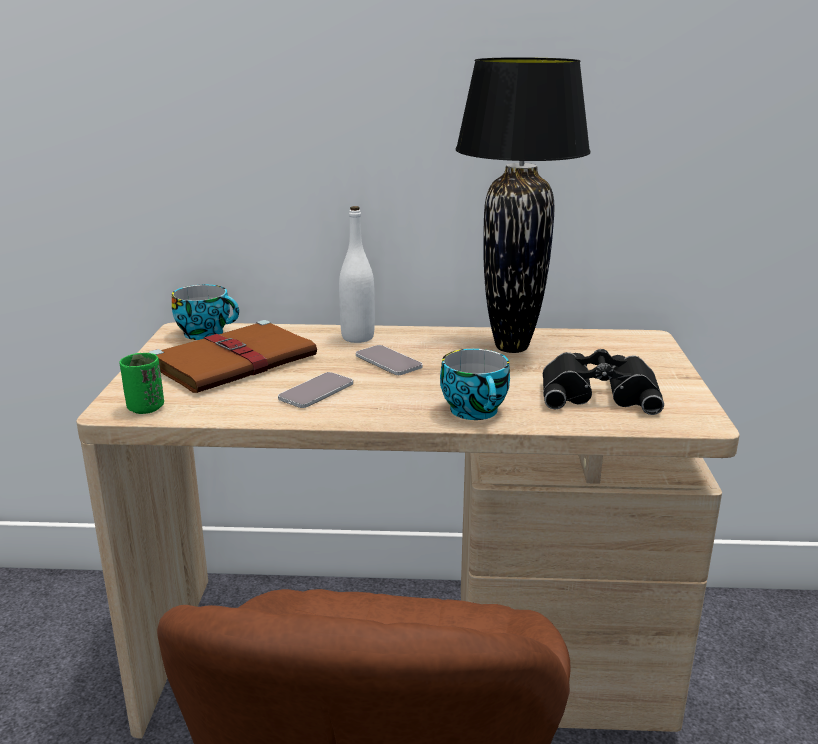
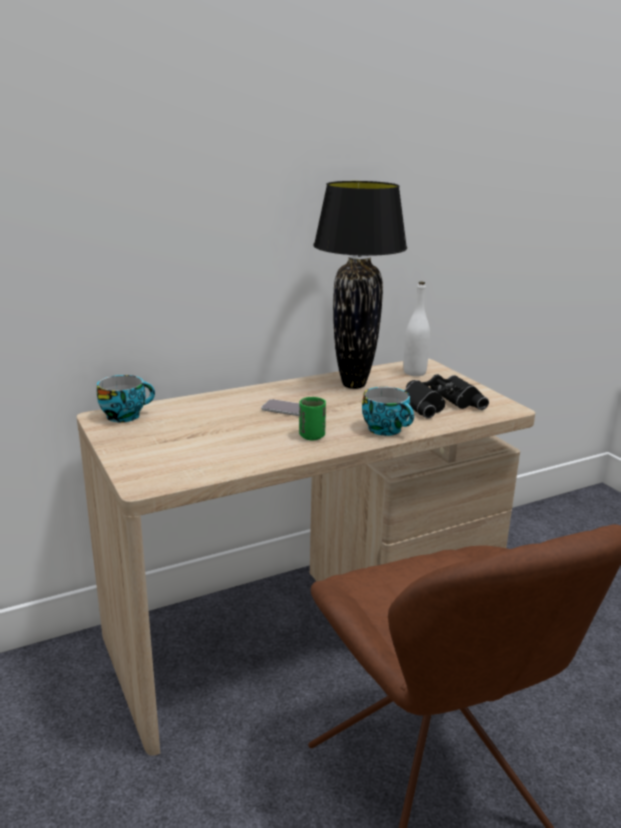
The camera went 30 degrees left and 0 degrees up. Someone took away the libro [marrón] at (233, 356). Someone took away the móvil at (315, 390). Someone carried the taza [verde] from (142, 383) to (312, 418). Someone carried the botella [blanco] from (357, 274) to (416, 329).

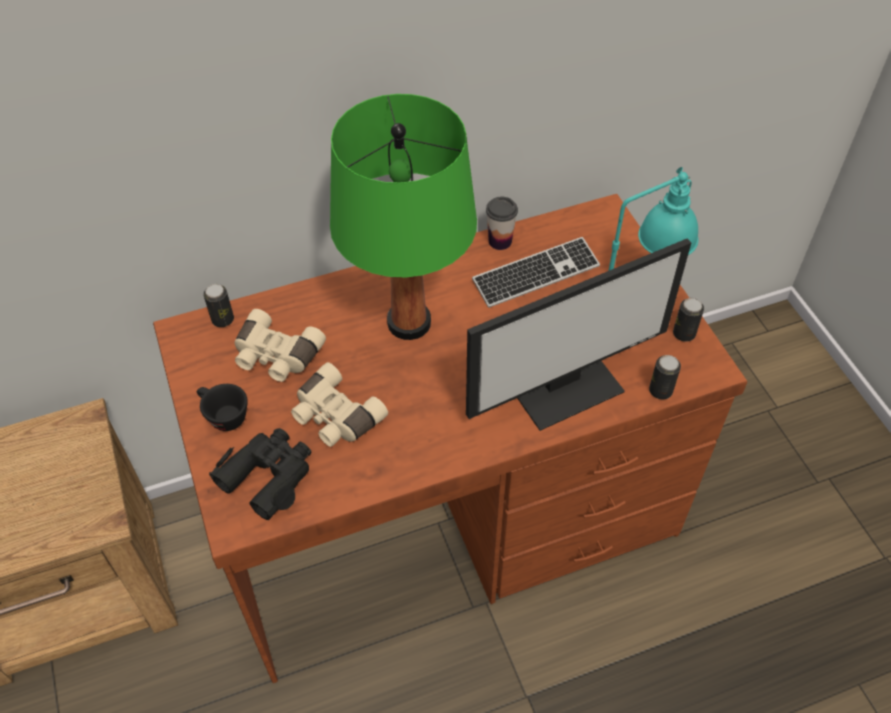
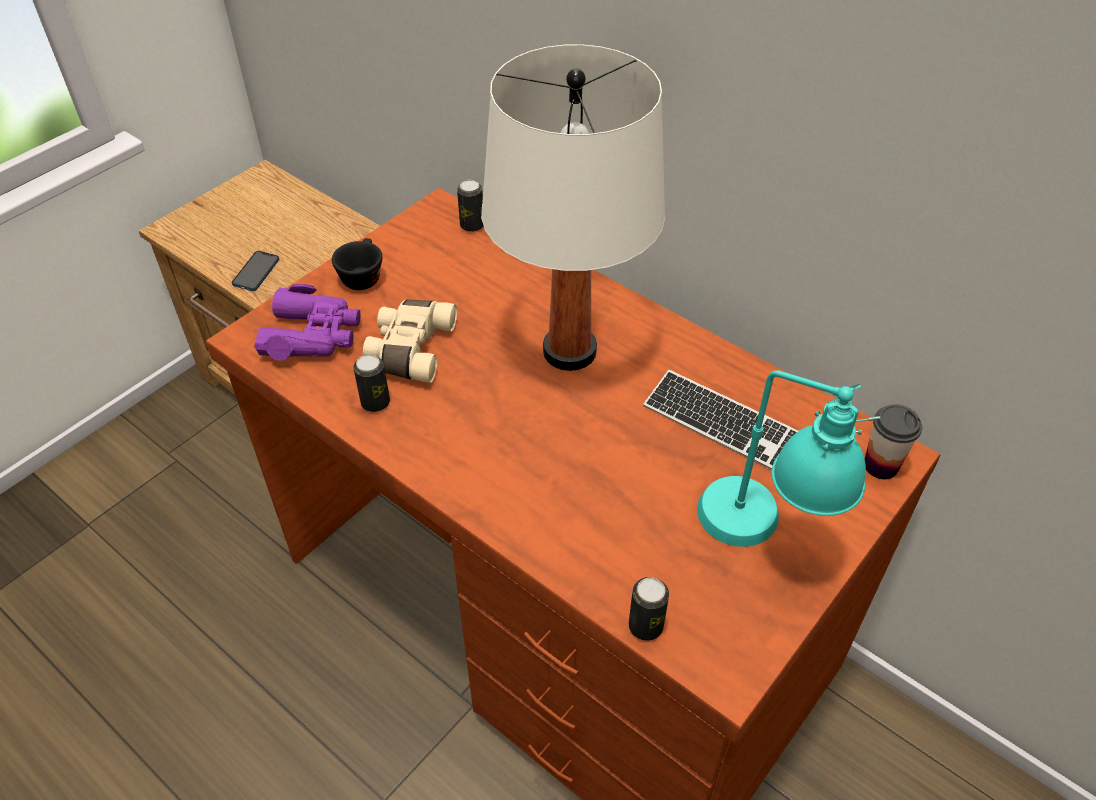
The camera went 60 degrees right and 5 degrees down. Someone took away the prismáticos [beis] at (280, 345). Someone took away the monitor at (578, 335). Someone put down the móvil at (255, 271). Someone carried the taza from (502, 223) to (893, 441). Someone carried the lata from (688, 320) to (371, 383). Someone repainted the prismáticos [negro] at (260, 474), which became the prismáticos [morado] at (307, 322). Someone repainted the lámpara de mesa [verde] at (403, 217), which became the lámpara de mesa [blanco] at (573, 207).

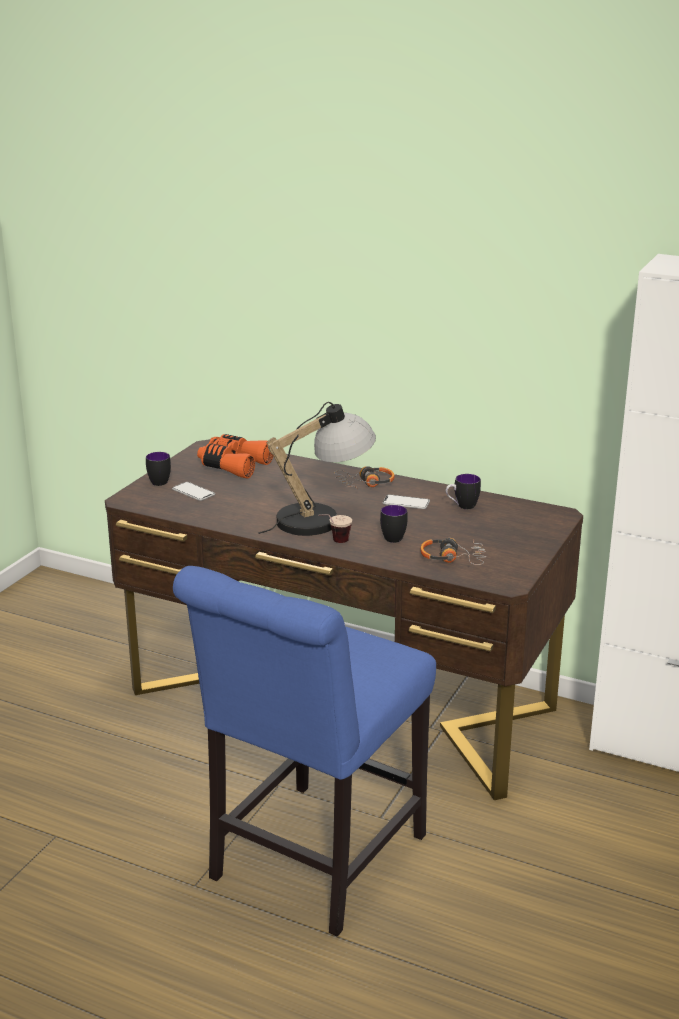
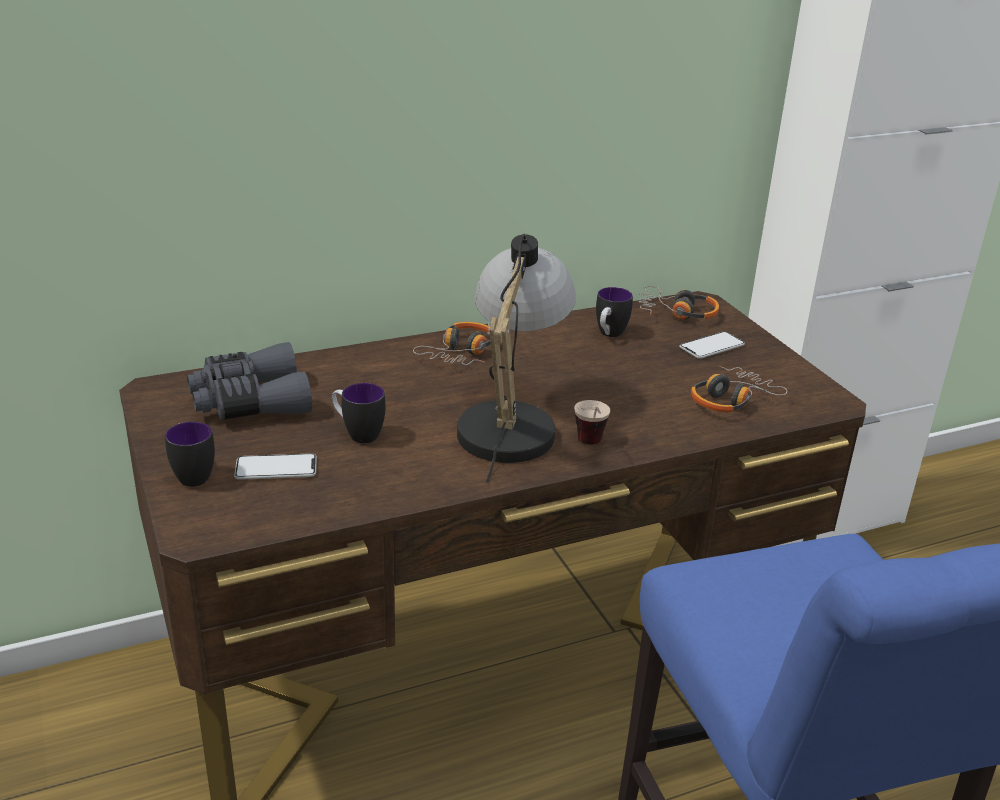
The camera went 50 degrees left and 5 degrees up. Someone put down the auriculares at (679, 303). Someone carried the taza grande from (394, 524) to (359, 413). Someone carried the móvil from (406, 501) to (712, 345). Someone repainted the prismáticos [naranja] at (235, 456), which became the prismáticos [gris] at (249, 381).

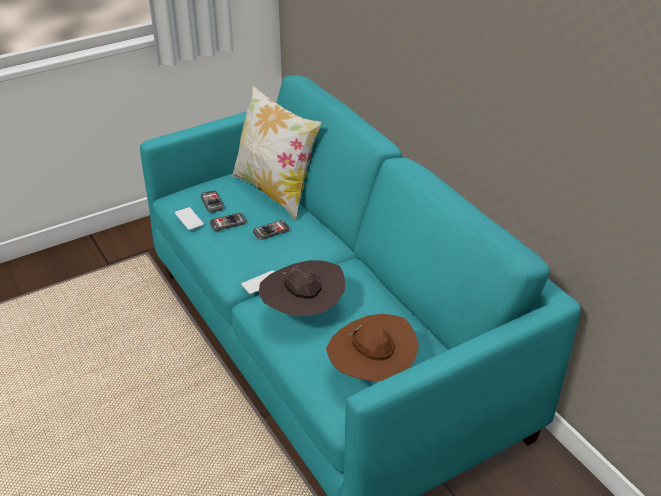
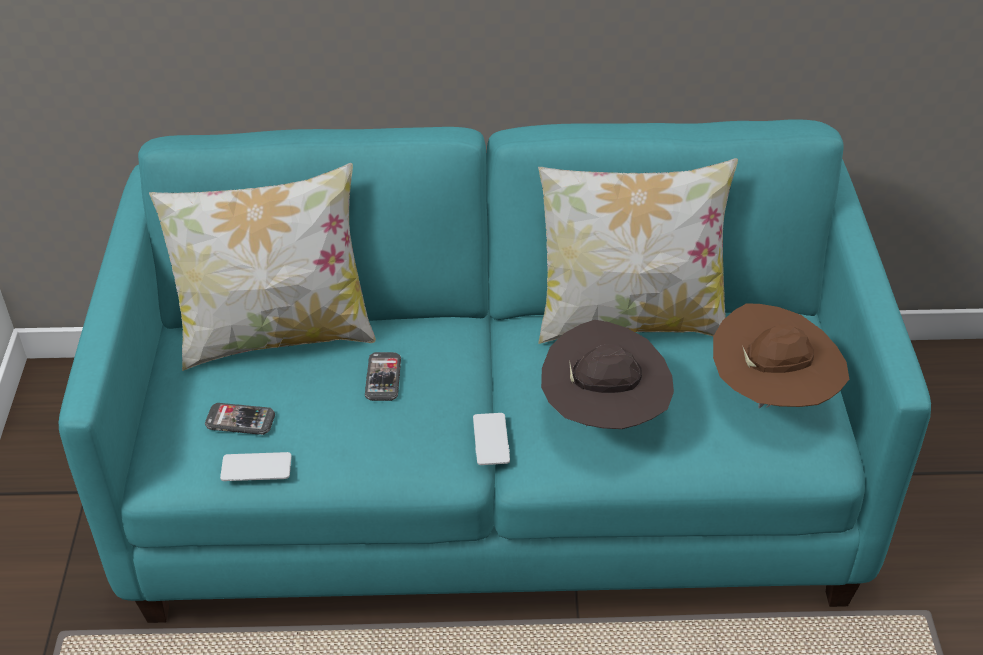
The camera went 60 degrees left and 5 degrees up. Someone took away the móvil at (228, 222). Someone put down the cojín at (638, 251).

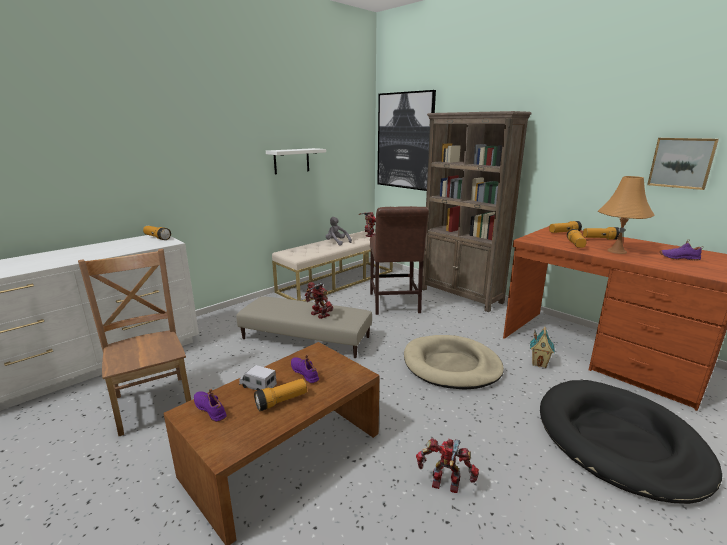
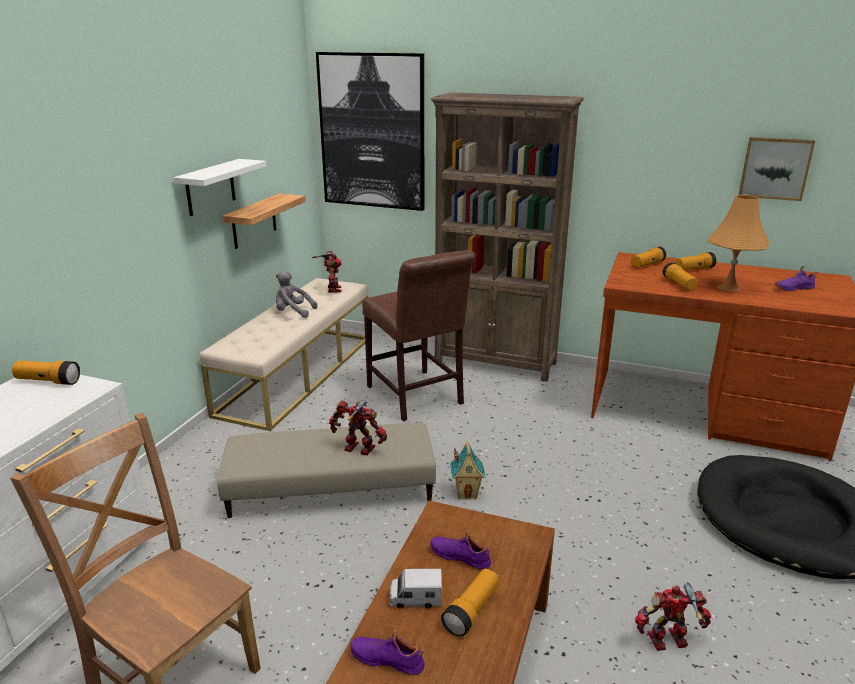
The camera went 25 degrees left and 5 degrees up. Someone took away the cama para perro [beis] at (454, 362). Someone put up the estante at (264, 221). Someone carried the casita from (542, 347) to (468, 470).

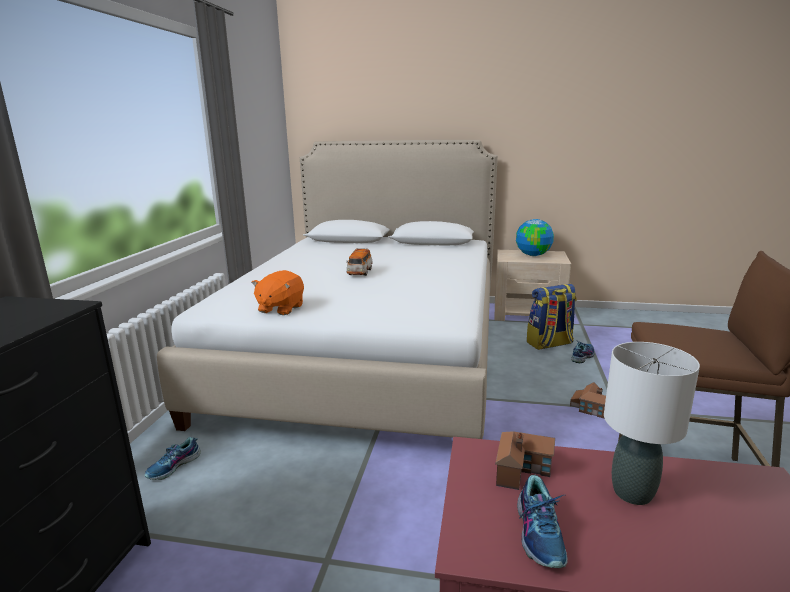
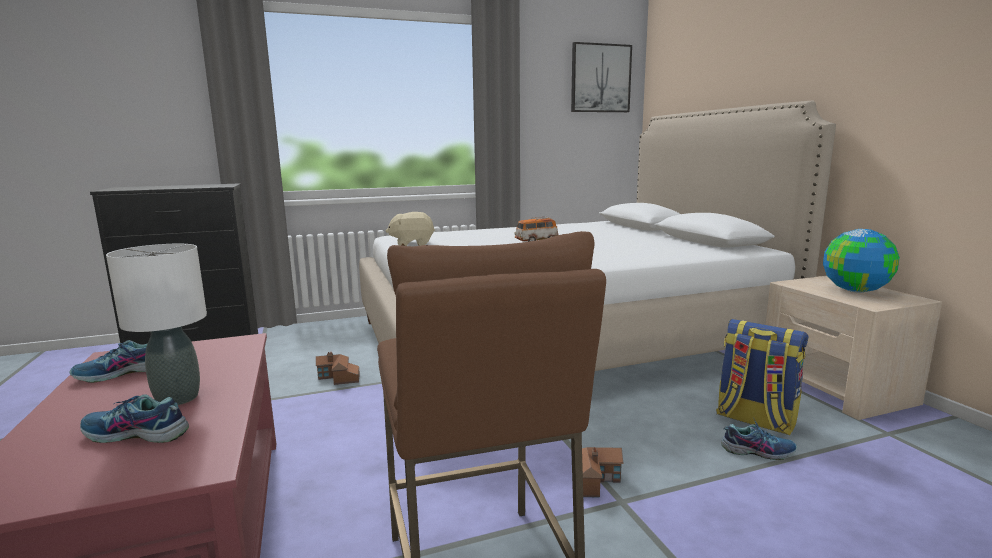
The camera went 60 degrees right and 5 degrees down. Someone put up the cuadro at (601, 77). Someone carried the zapato from (173, 458) to (134, 418). Someone carried the casita from (525, 460) to (338, 368). Someone repainted the peluche [naranja] at (277, 292), which became the peluche [beis] at (410, 229).

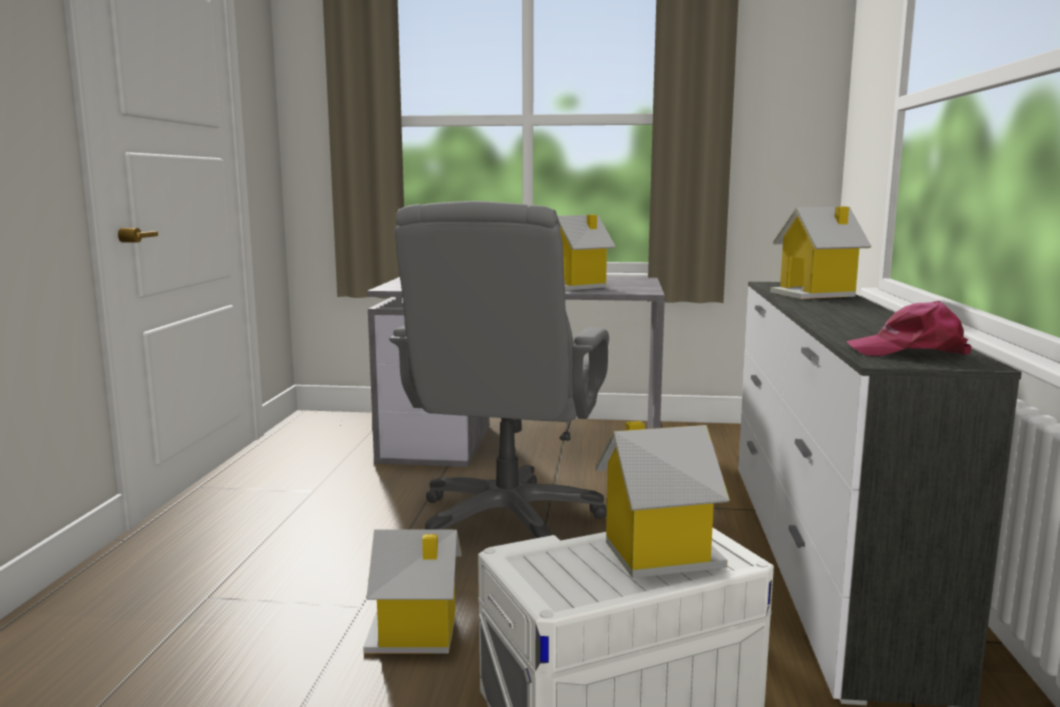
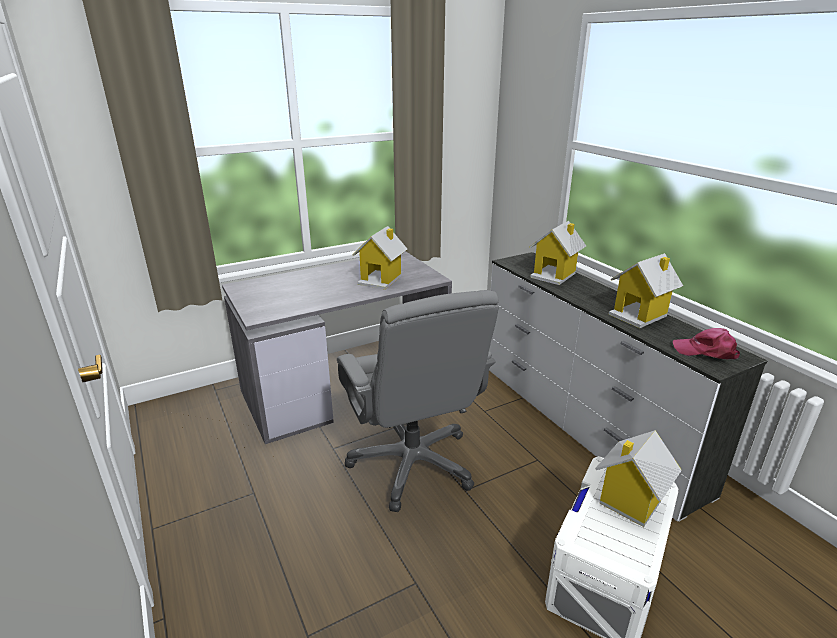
The camera went 35 degrees left and 15 degrees up. Someone carried the casita from (412, 592) to (645, 290). Someone rotated the gorra [rosa] at (908, 329) by 45 degrees clockwise.

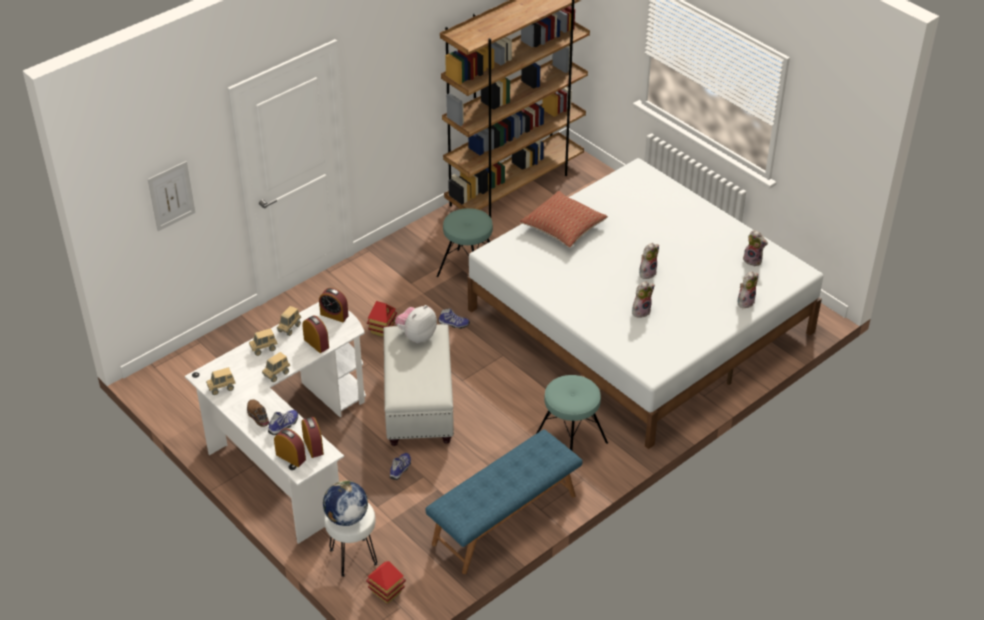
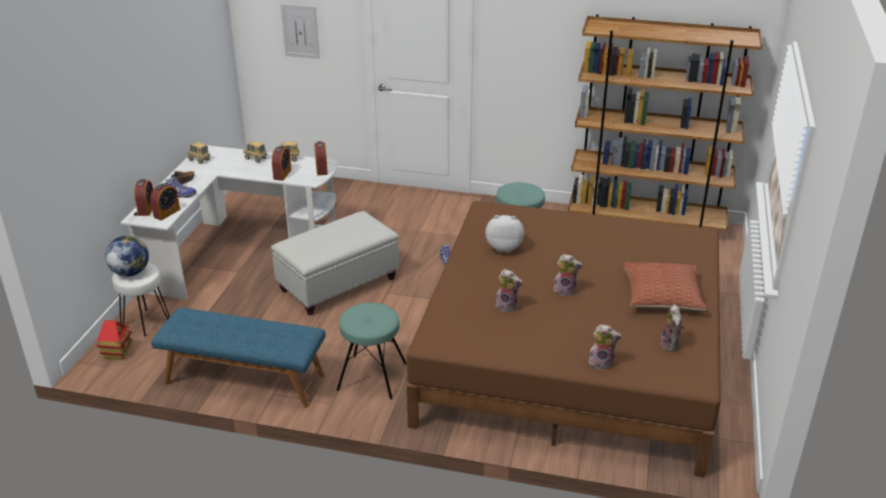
The camera went 55 degrees right and 10 degrees down. Someone took away the camión de juguete at (276, 367). Someone took away the casita at (382, 319). Someone took away the zapato at (400, 466). Someone carried the peluche from (416, 324) to (504, 234). Someone carried the cojín from (564, 219) to (665, 286). Someone repainted the cama [blanco] at (645, 303), which became the cama [marrón] at (564, 339).

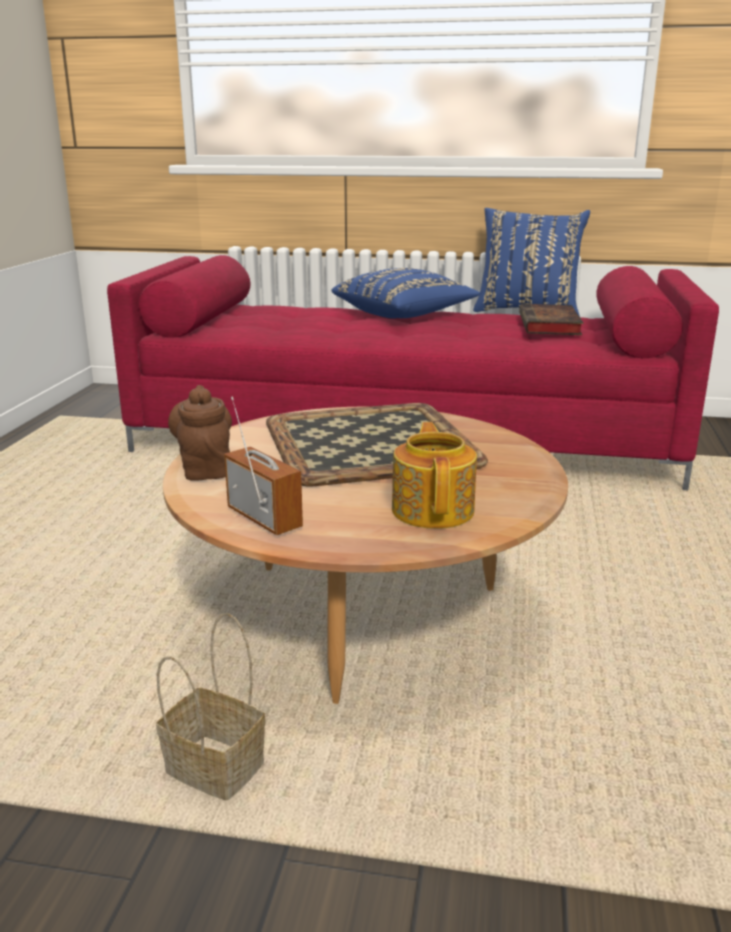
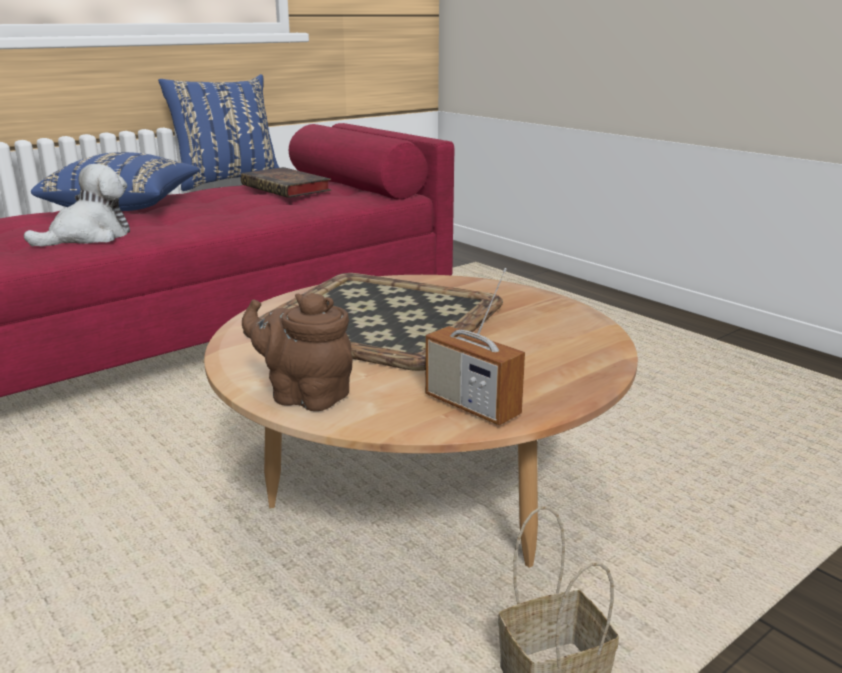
The camera went 50 degrees left and 0 degrees up. Someone took away the tetera at (434, 475). Someone put down the peluche at (77, 205). Someone rotated the radio at (263, 465) by 135 degrees counterclockwise.

